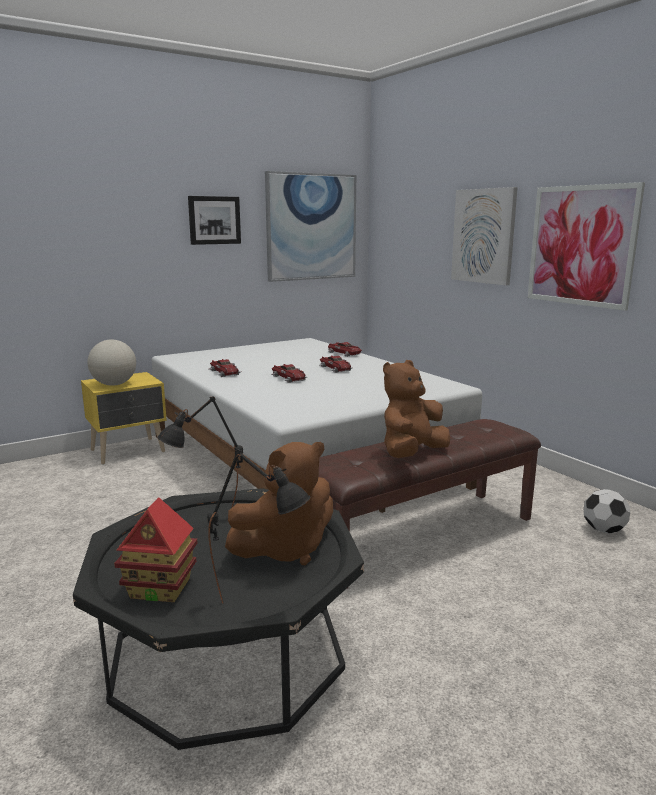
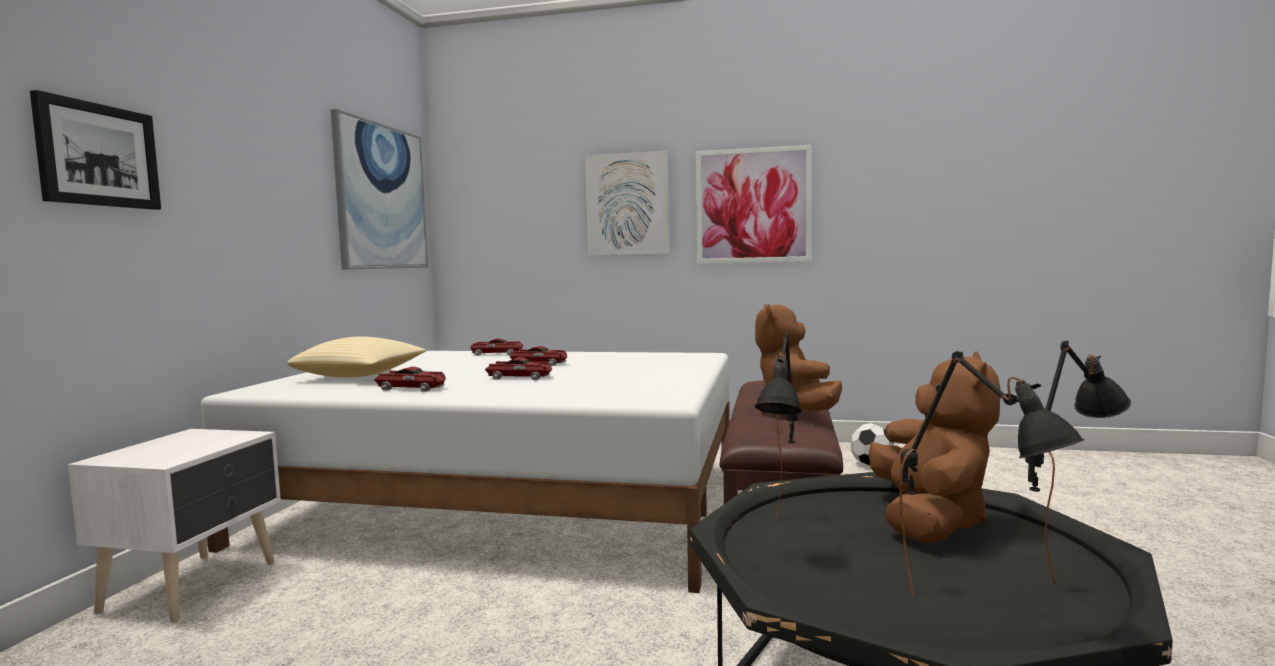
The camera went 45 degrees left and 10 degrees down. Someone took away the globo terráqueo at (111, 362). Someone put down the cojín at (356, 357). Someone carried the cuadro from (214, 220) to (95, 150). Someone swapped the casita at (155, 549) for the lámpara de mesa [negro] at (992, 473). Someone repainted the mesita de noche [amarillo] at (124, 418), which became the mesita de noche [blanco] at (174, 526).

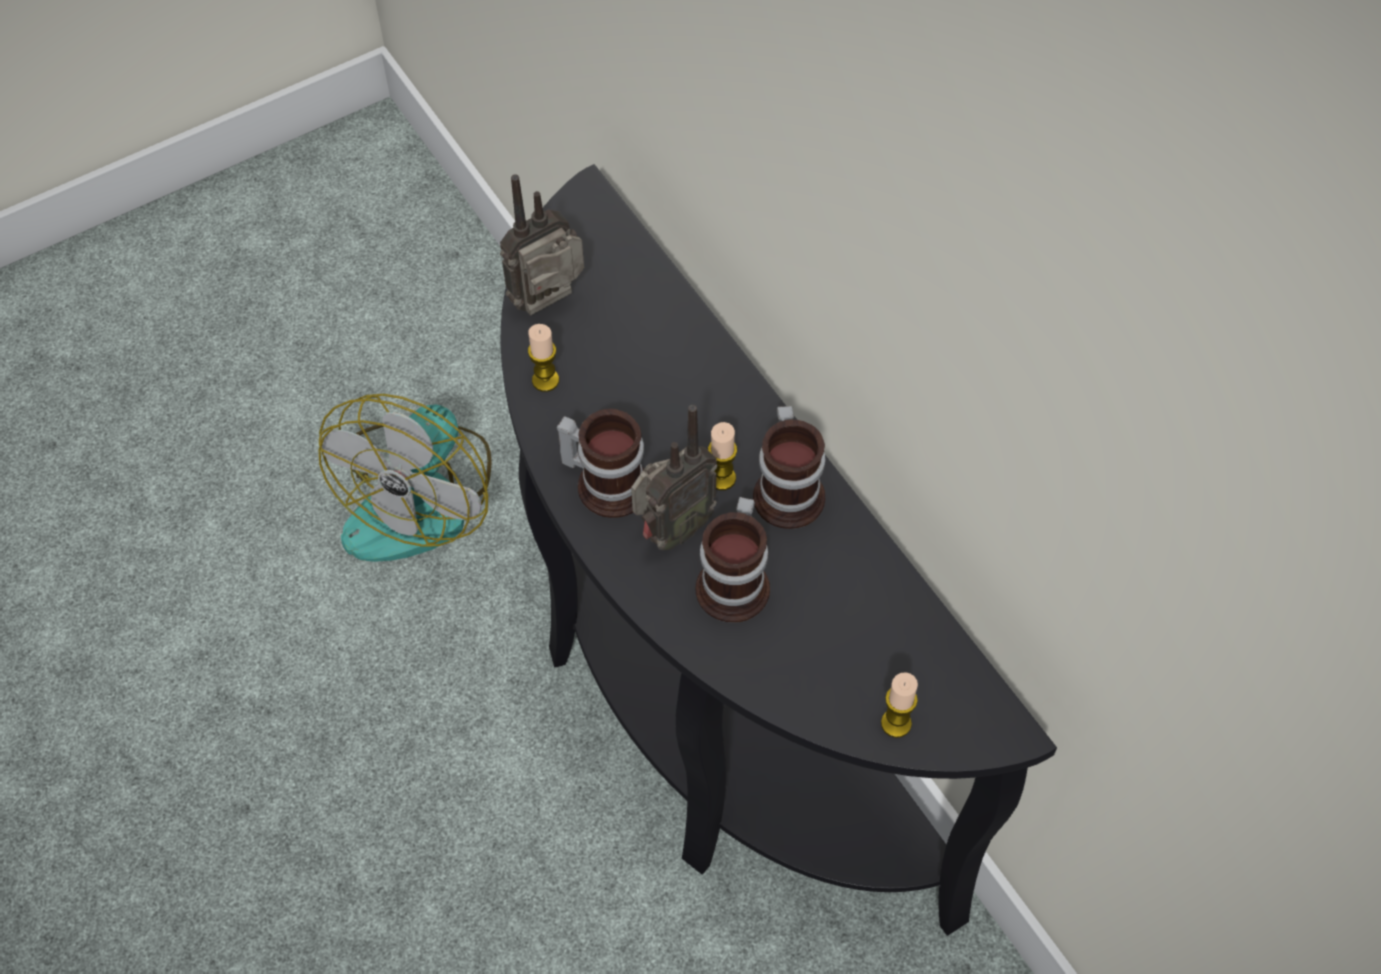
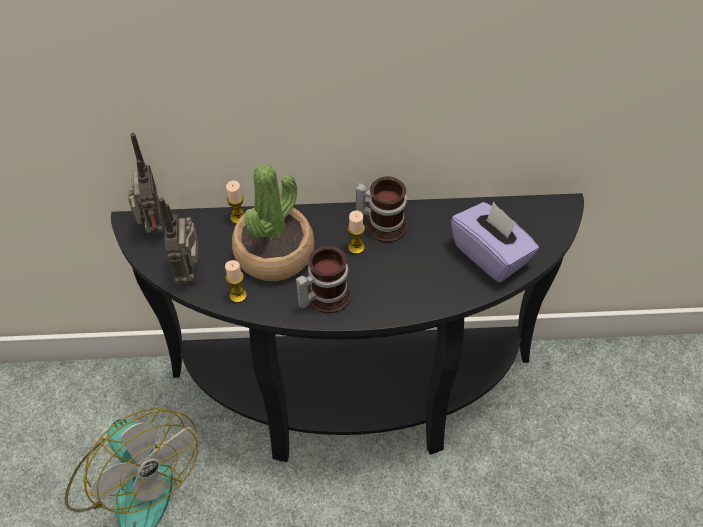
The camera went 60 degrees left and 5 degrees down. Someone took away the taza grande at (733, 560). Someone put down the planta en maceta at (273, 222). Someone put down the caja de pañuelos [morado] at (495, 242). Someone carried the radio from (674, 477) to (145, 183). Someone carried the vela from (899, 705) to (235, 202).

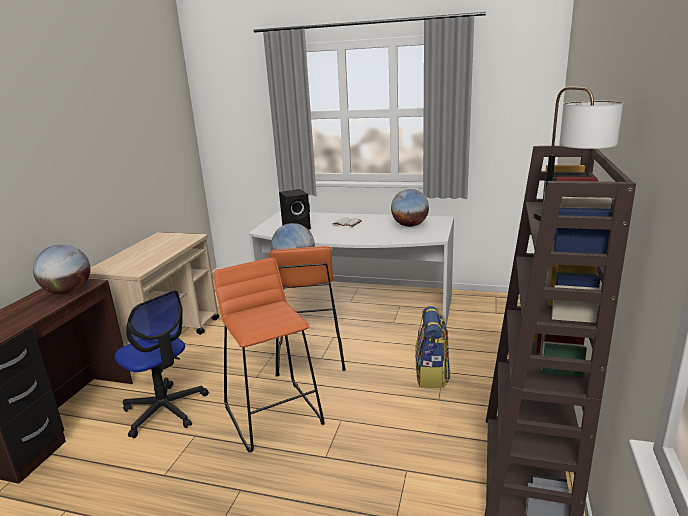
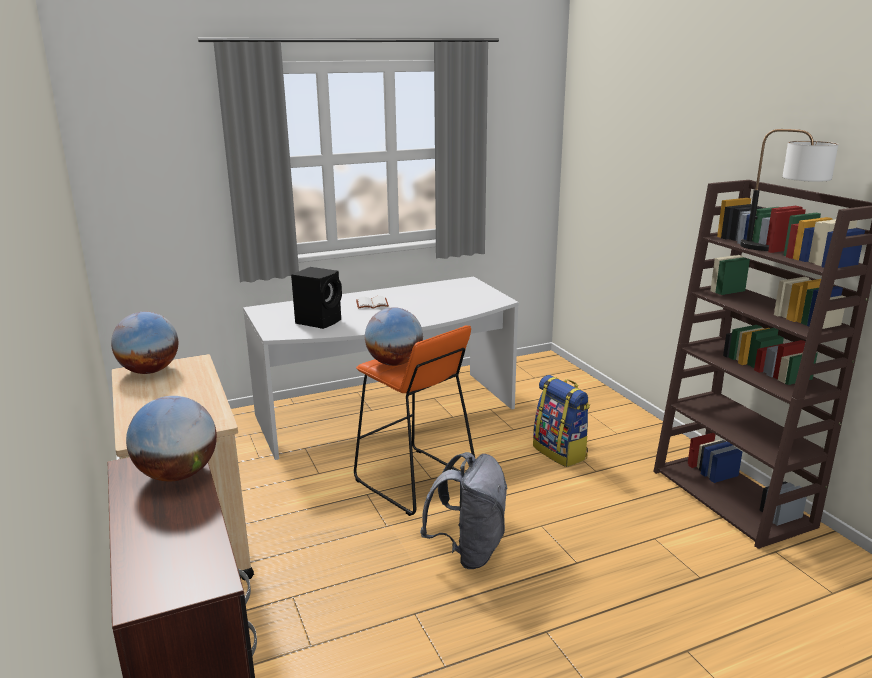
The camera went 40 degrees left and 0 degrees up. Someone took away the silla de oficina at (162, 364). Someone carried the globo terráqueo from (410, 208) to (144, 343). Someone swapped the taburete [naranja] at (269, 355) for the mochila [gris] at (464, 510).

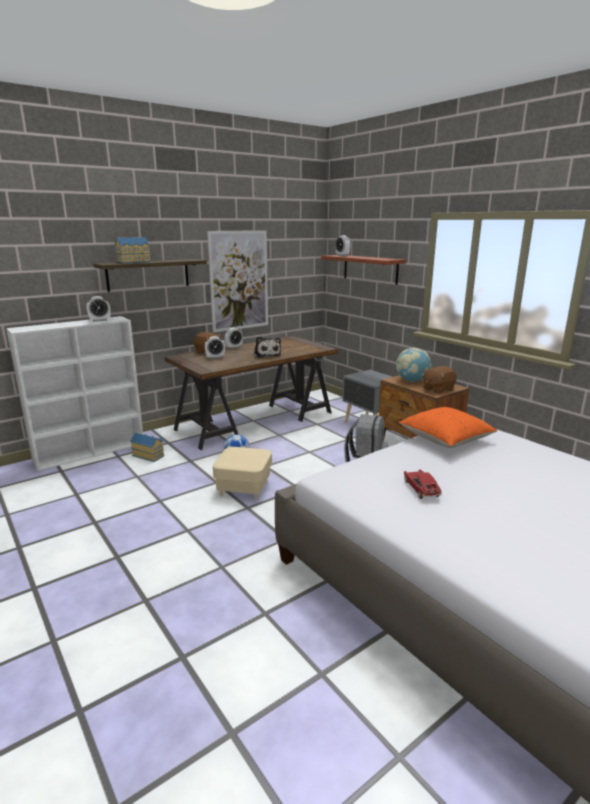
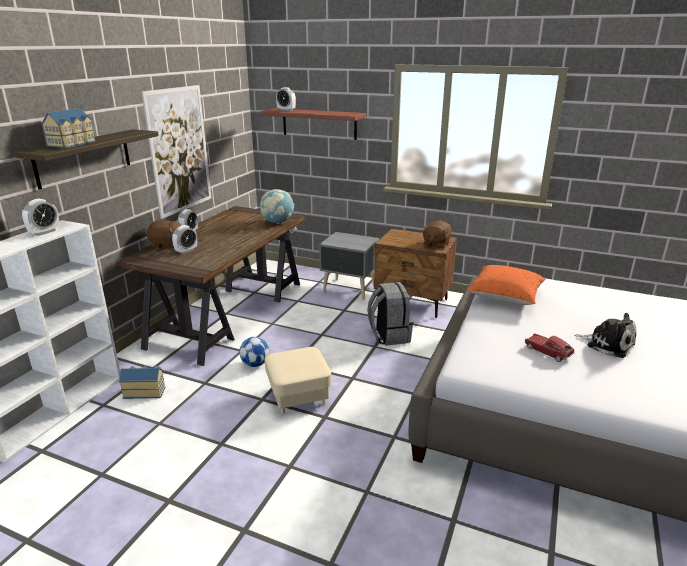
The camera went 30 degrees left and 5 degrees up. Someone carried the peluche from (267, 347) to (605, 335). Someone carried the globo terráqueo from (413, 365) to (277, 206).

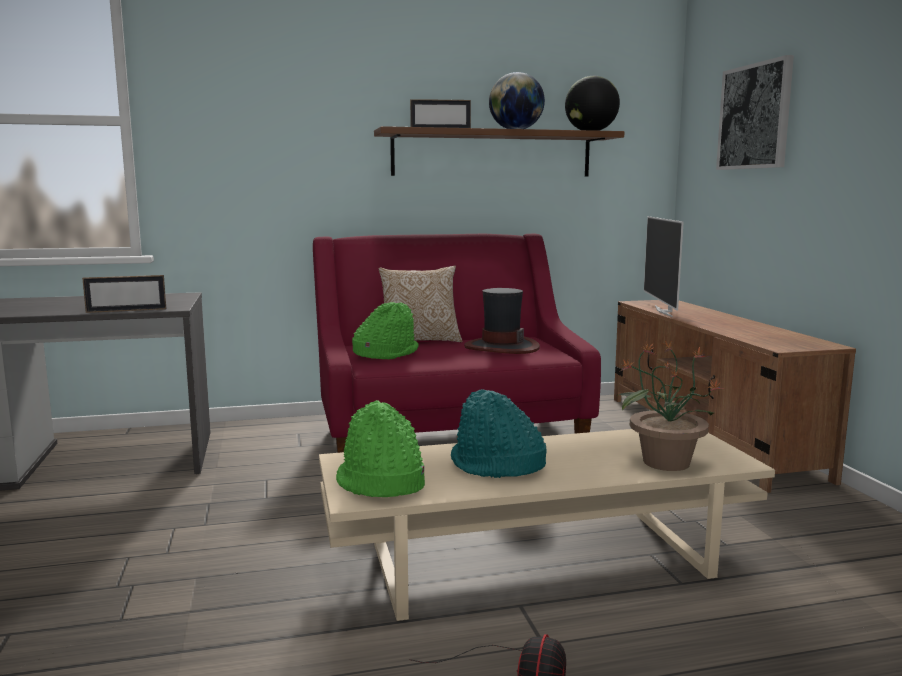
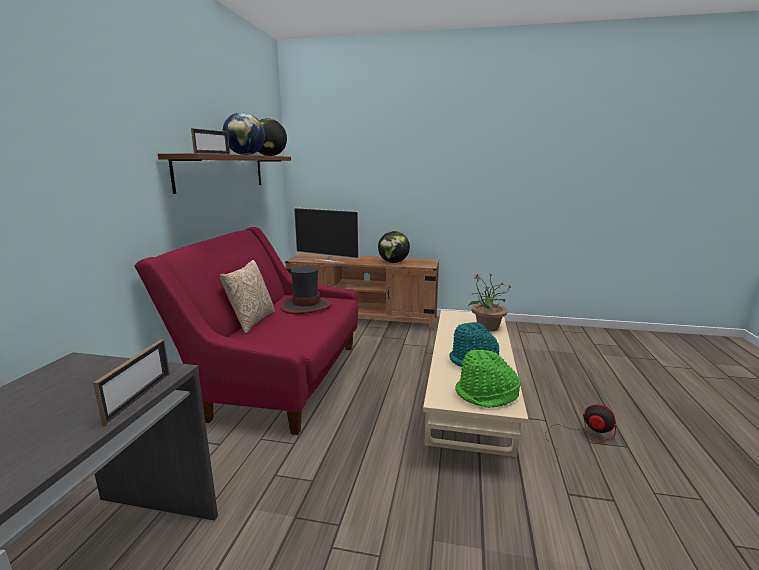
The camera went 65 degrees left and 5 degrees up. Someone took away the sombrero [verde] at (385, 331). Someone took away the cuadro at (755, 112). Someone put down the globo terráqueo at (394, 247).

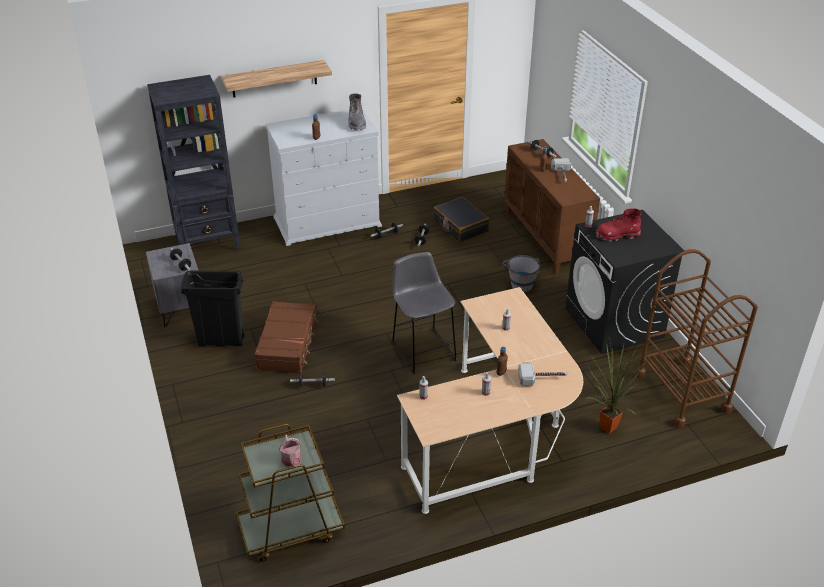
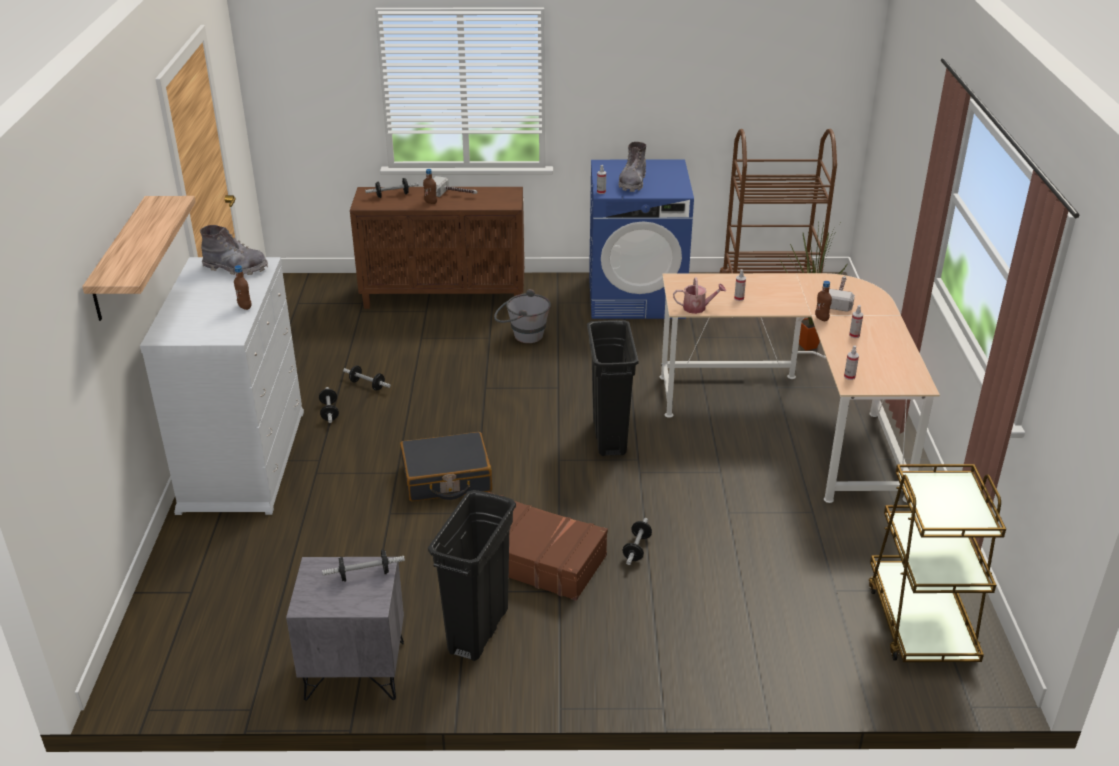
The camera went 70 degrees left and 5 degrees down. Someone took away the estantería [negro] at (193, 163). Someone carried the regadera from (290, 451) to (699, 295). Someone carried the maleta [negro] from (461, 220) to (446, 466). Someone swapped the taburete [gris] at (424, 313) for the papelera [negro] at (613, 388). Someone repainted the lavadora [negro] at (624, 282), which became the lavadora [azul] at (641, 239). Someone repainted the bota [rojo] at (618, 225), which became the bota [gris] at (632, 167).

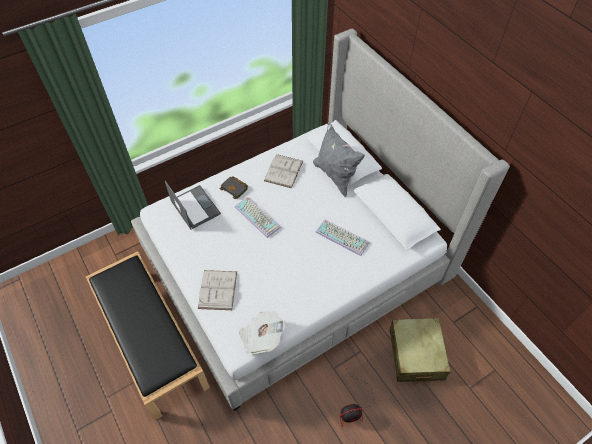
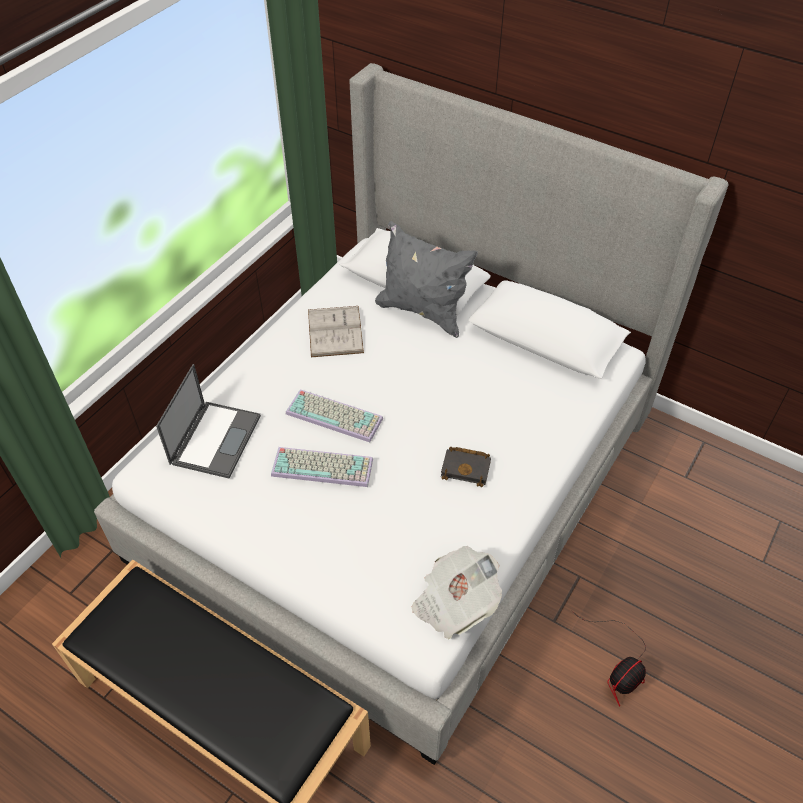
The camera went 25 degrees left and 5 degrees down. Someone took away the libro [blanco] at (217, 290). Someone took away the maleta [beis] at (420, 351). Someone carried the libro [negro] from (234, 187) to (466, 467). Someone carried the teclado from (342, 237) to (322, 467). Someone rotated the portátil at (193, 205) by 75 degrees clockwise.

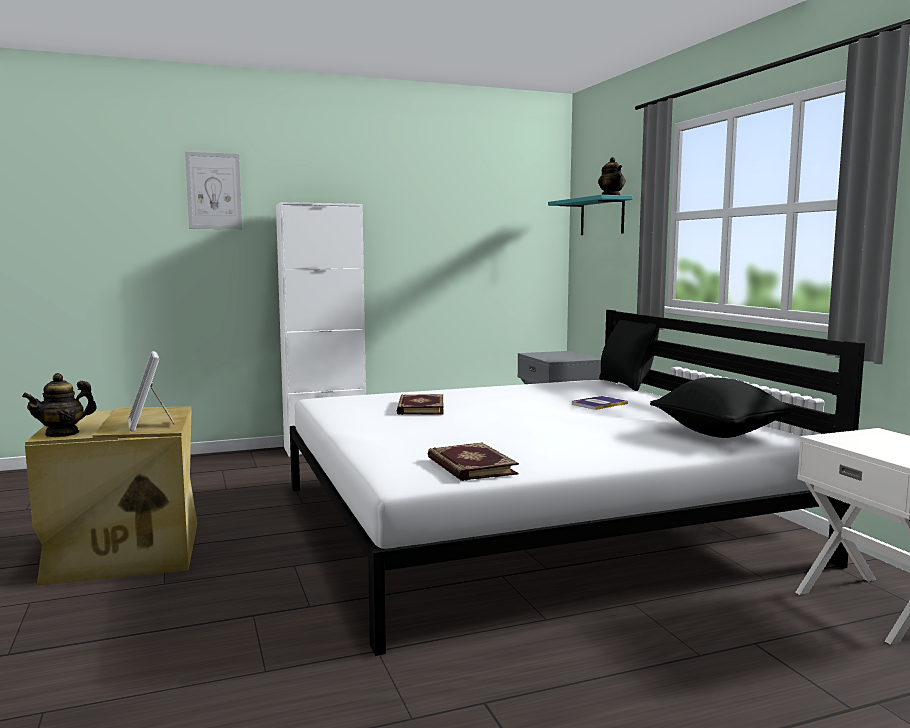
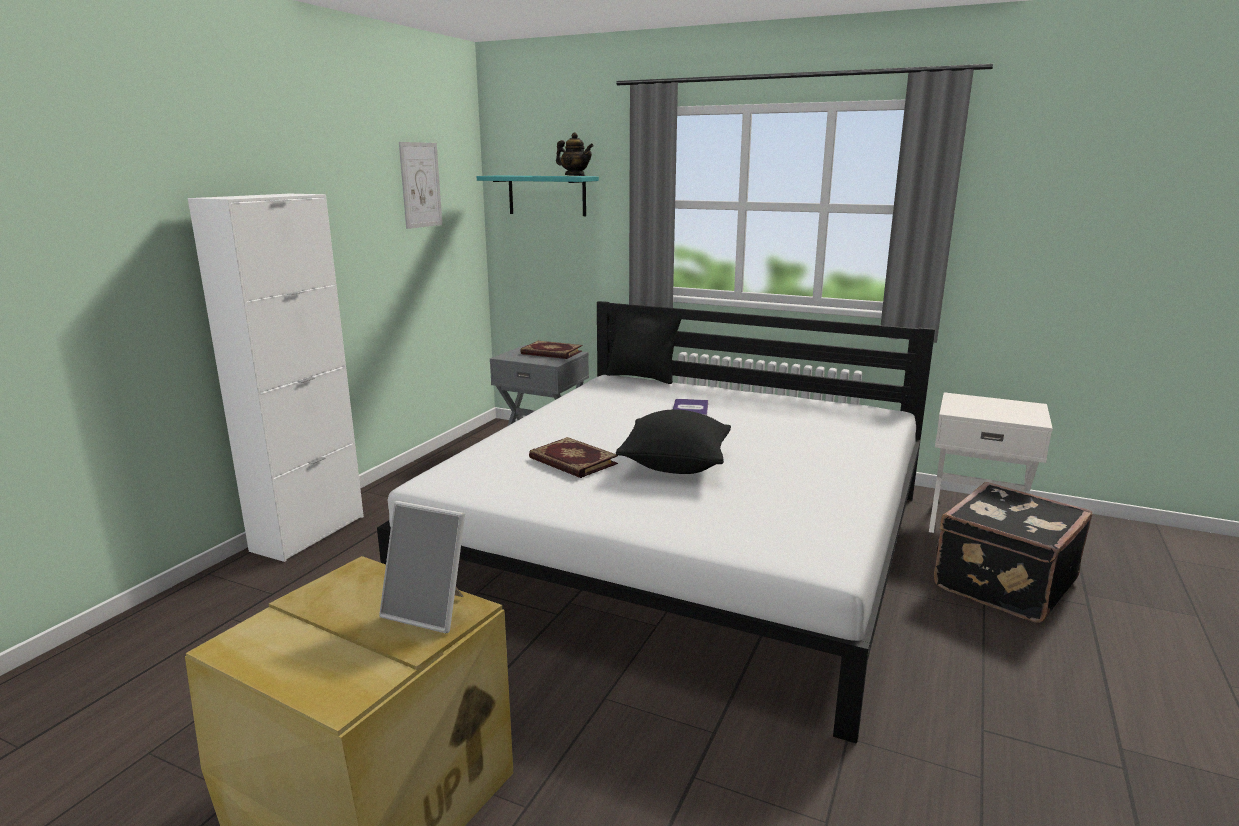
The camera went 45 degrees left and 10 degrees up. Someone took away the tetera at (59, 405). Someone put down the maleta [negro] at (1013, 552). Someone carried the cuadro from (213, 190) to (421, 185). Someone carried the libro from (473, 462) to (551, 350). Someone carried the cojín [negro] from (722, 407) to (673, 442).

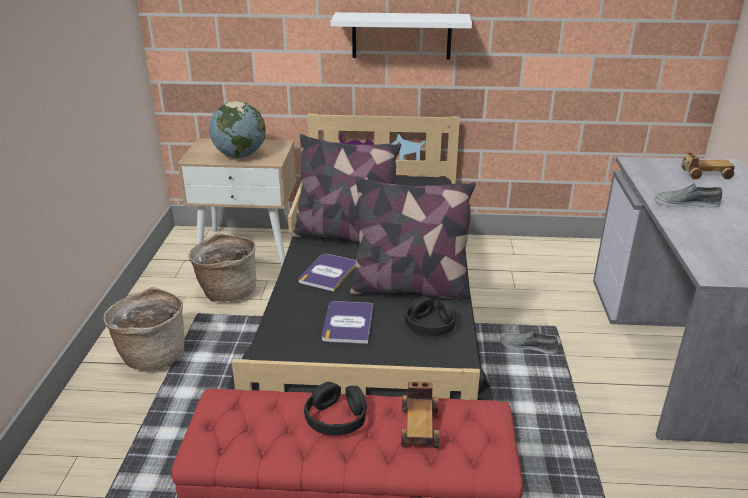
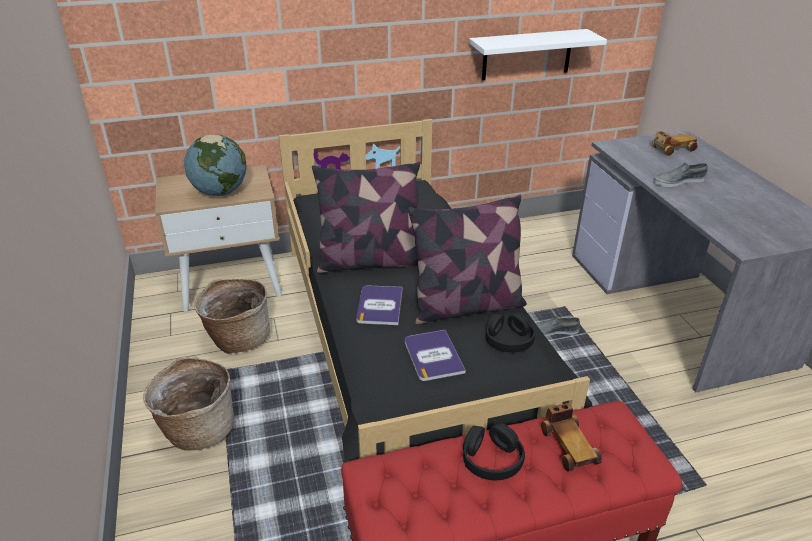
The camera went 20 degrees left and 5 degrees up. Someone carried the estante [blanco] from (401, 36) to (538, 54).

